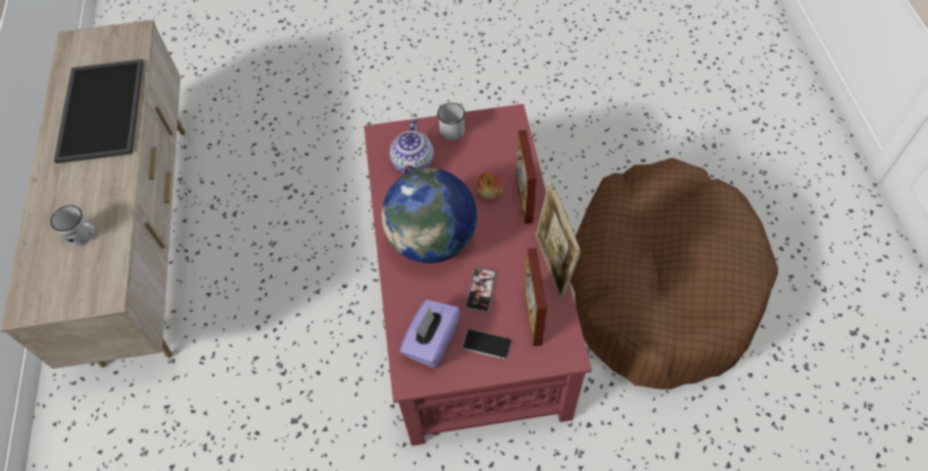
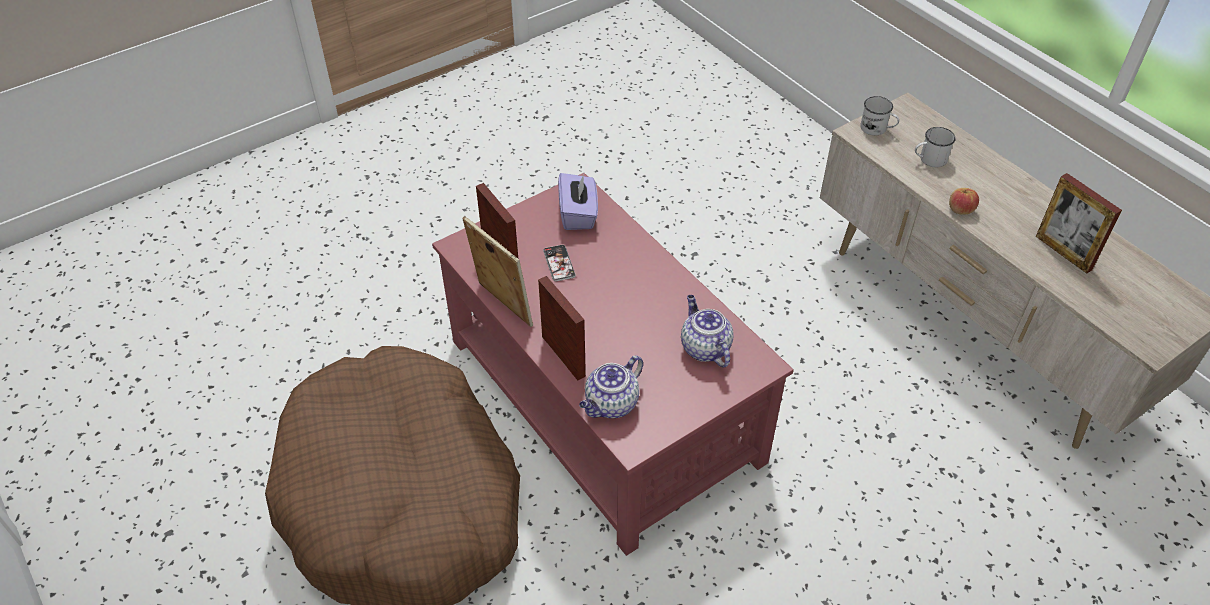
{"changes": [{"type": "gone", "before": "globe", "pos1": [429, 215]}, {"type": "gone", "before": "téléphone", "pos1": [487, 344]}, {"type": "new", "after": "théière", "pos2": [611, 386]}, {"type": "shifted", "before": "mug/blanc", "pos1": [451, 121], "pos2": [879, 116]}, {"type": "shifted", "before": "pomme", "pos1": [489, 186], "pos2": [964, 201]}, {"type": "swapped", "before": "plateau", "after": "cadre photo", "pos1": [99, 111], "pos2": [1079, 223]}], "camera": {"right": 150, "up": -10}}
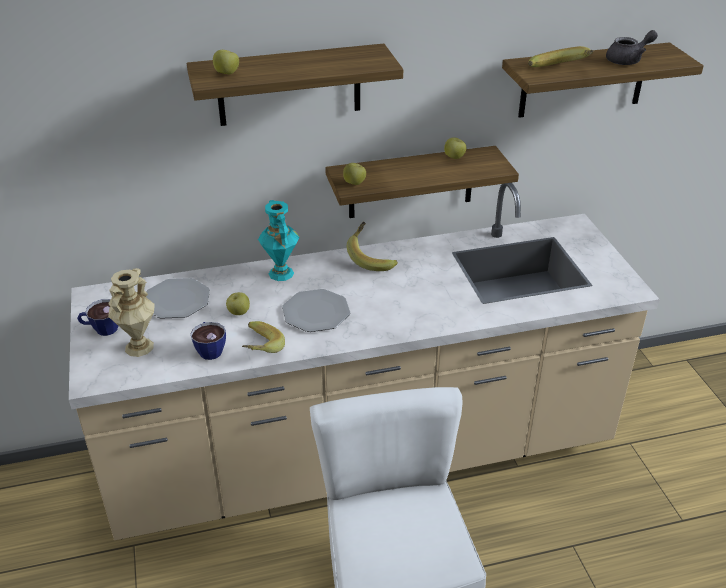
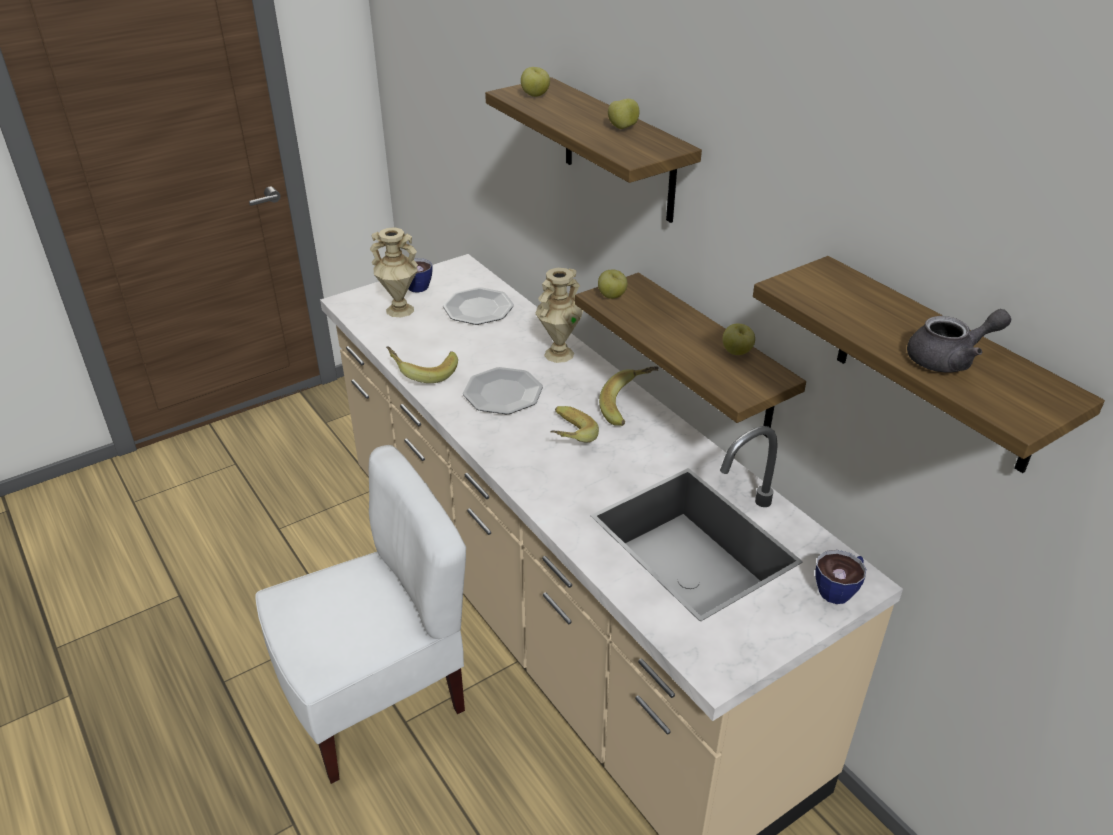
{"changes": [{"type": "shifted", "before": "tasse", "pos1": [208, 341], "pos2": [841, 577]}, {"type": "shifted", "before": "pomme", "pos1": [238, 303], "pos2": [623, 114]}, {"type": "shifted", "before": "banane", "pos1": [560, 56], "pos2": [574, 424]}, {"type": "repainted", "before": "vase/turquoise", "after": "vase/beige", "pos1": [279, 240], "pos2": [559, 315]}, {"type": "rotated", "before": "théière/gris", "pos1": [632, 47], "pos2": [959, 341], "turn": -60}], "camera": {"right": 70, "up": 0}}
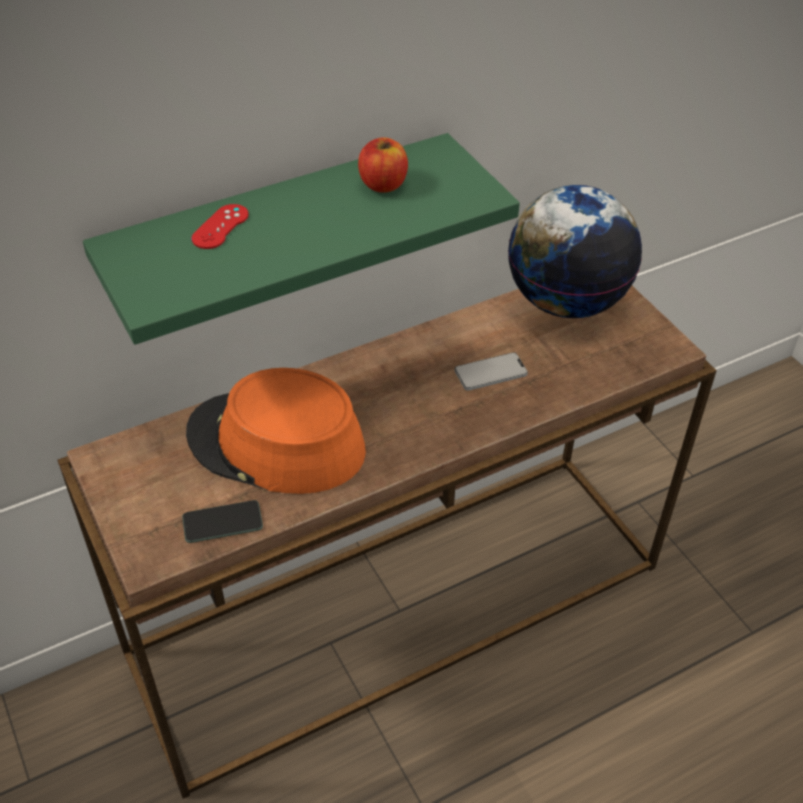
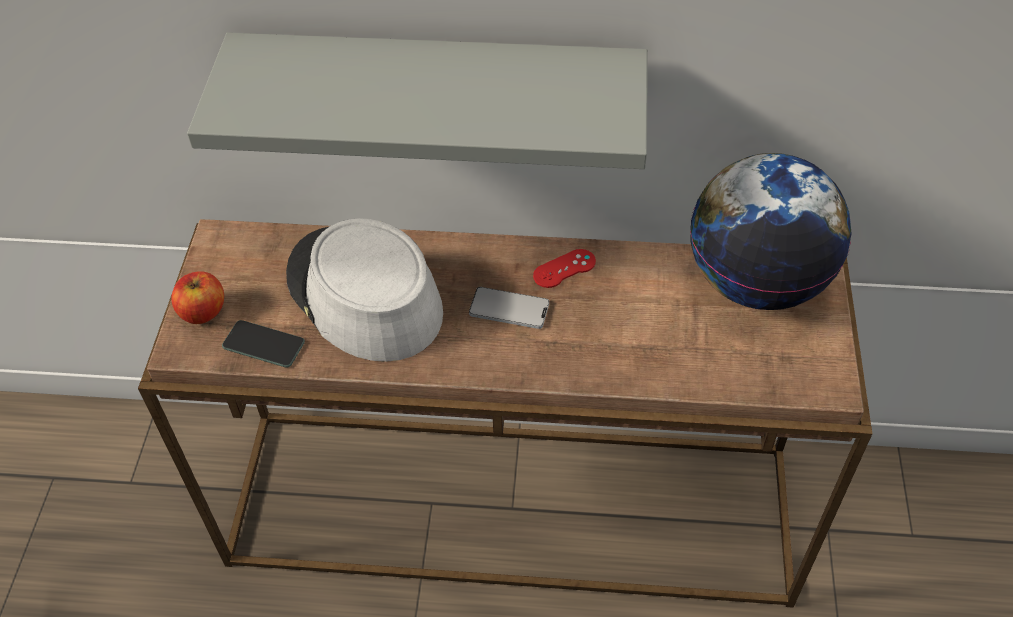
{"changes": [{"type": "shifted", "before": "manette/rouge", "pos1": [220, 226], "pos2": [564, 268]}, {"type": "shifted", "before": "pomme", "pos1": [383, 164], "pos2": [197, 297]}, {"type": "shifted", "before": "téléphone", "pos1": [491, 371], "pos2": [509, 308]}, {"type": "repainted", "before": "étagère/vert", "after": "étagère/gris", "pos1": [301, 239], "pos2": [417, 100]}, {"type": "repainted", "before": "chapeau/orange", "after": "chapeau/gris", "pos1": [276, 431], "pos2": [364, 290]}], "camera": {"right": 35, "up": 5}}
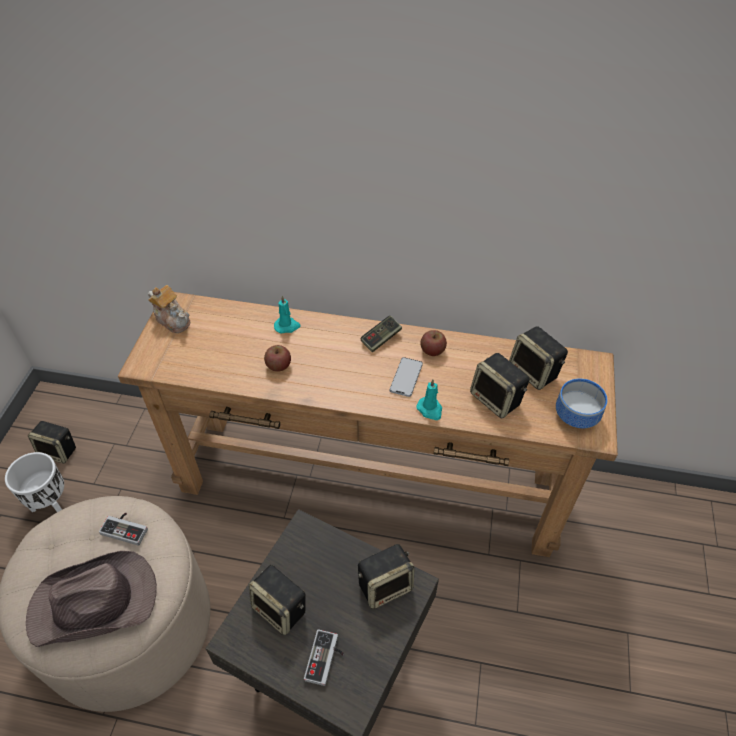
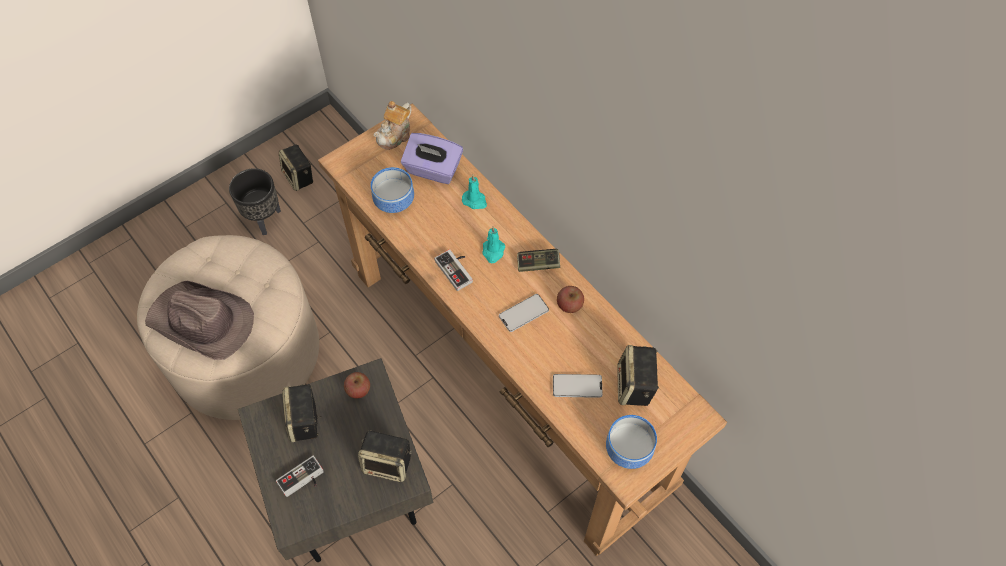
{"changes": [{"type": "new", "after": "bol", "pos2": [392, 190]}, {"type": "new", "after": "boîte à mouchoirs/violet", "pos2": [432, 158]}, {"type": "shifted", "before": "manette", "pos1": [123, 529], "pos2": [453, 270]}, {"type": "shifted", "before": "pomme", "pos1": [277, 358], "pos2": [357, 385]}, {"type": "shifted", "before": "bougie/turquoise", "pos1": [429, 399], "pos2": [494, 245]}, {"type": "swapped", "before": "enceinte", "after": "téléphone", "pos1": [500, 385], "pos2": [578, 386]}, {"type": "repainted", "before": "cache-pot/blanc", "after": "cache-pot/noir", "pos1": [34, 482], "pos2": [255, 201]}, {"type": "rotated", "before": "théière", "pos1": [169, 309], "pos2": [392, 125], "turn": 45}], "camera": {"right": 40, "up": 10}}
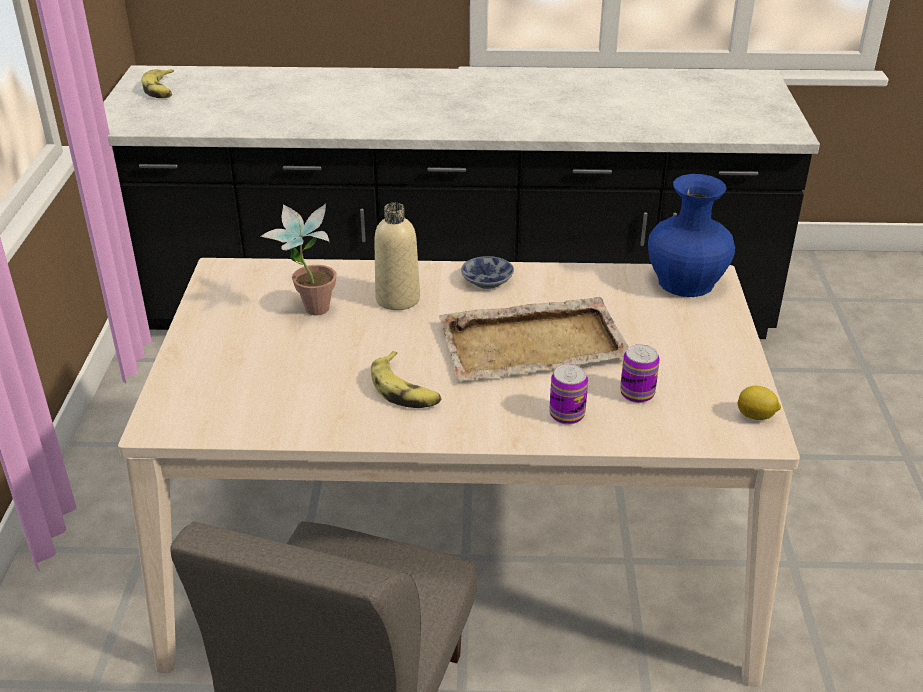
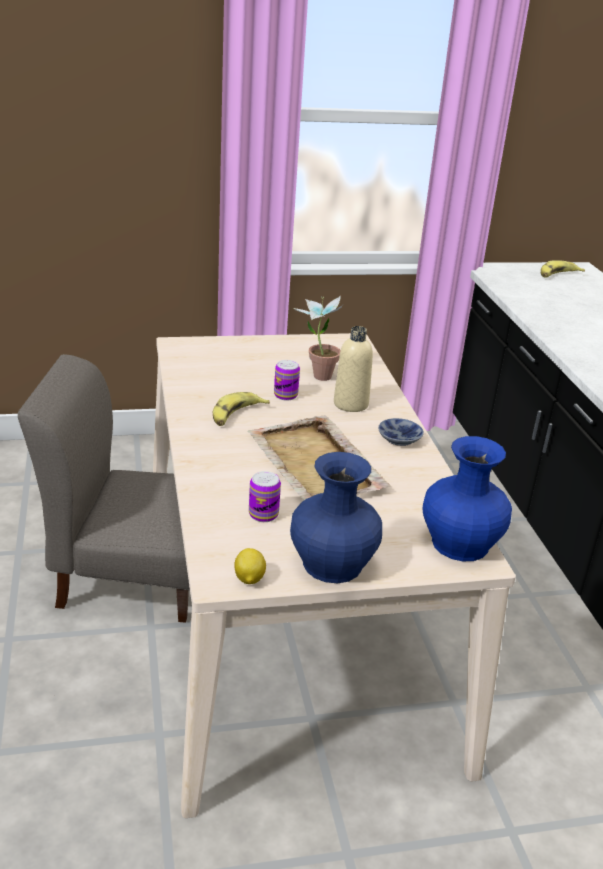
{"changes": [{"type": "new", "after": "vase/bleu", "pos2": [336, 517]}, {"type": "shifted", "before": "boîte métallique", "pos1": [568, 394], "pos2": [287, 380]}], "camera": {"right": 75, "up": -5}}
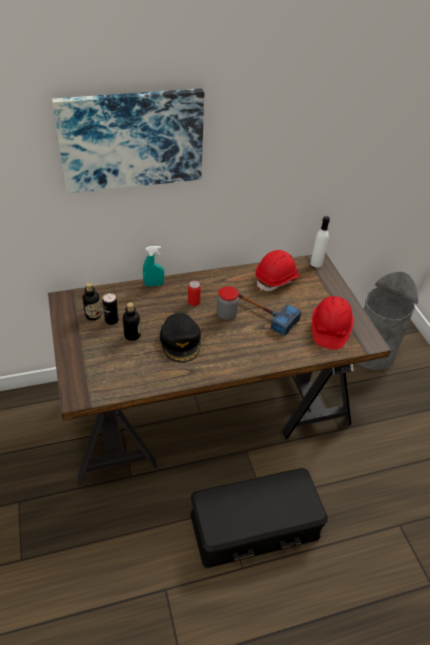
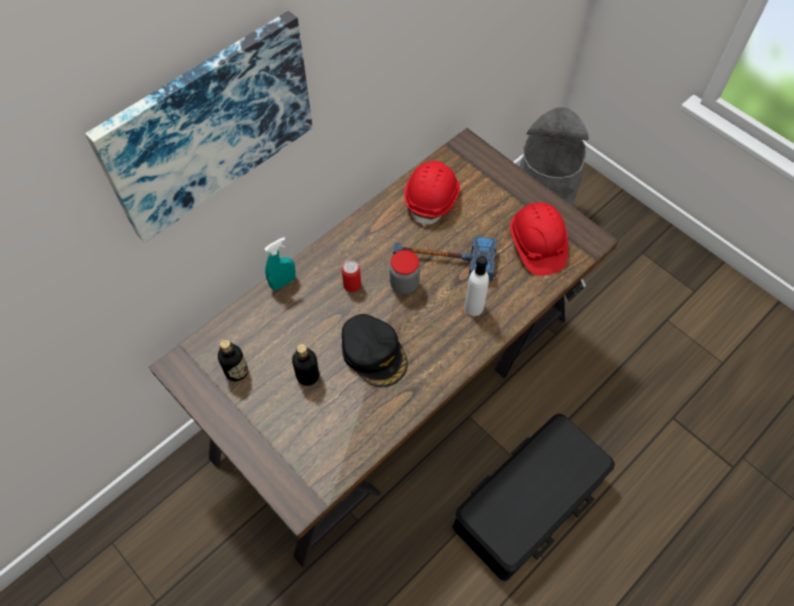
{"changes": [{"type": "gone", "before": "boîte métallique", "pos1": [111, 309]}, {"type": "shifted", "before": "bouteille/blanc", "pos1": [320, 241], "pos2": [476, 286]}], "camera": {"right": -25, "up": 15}}
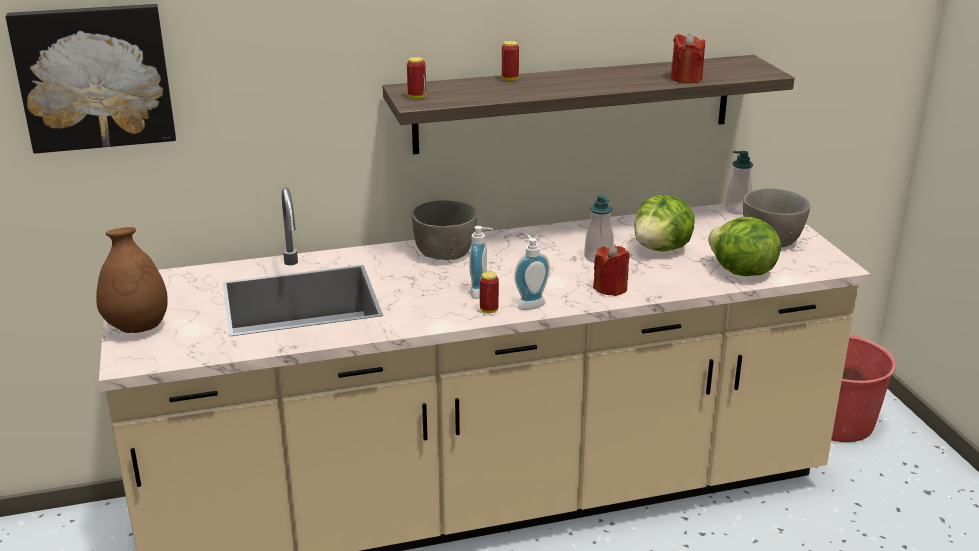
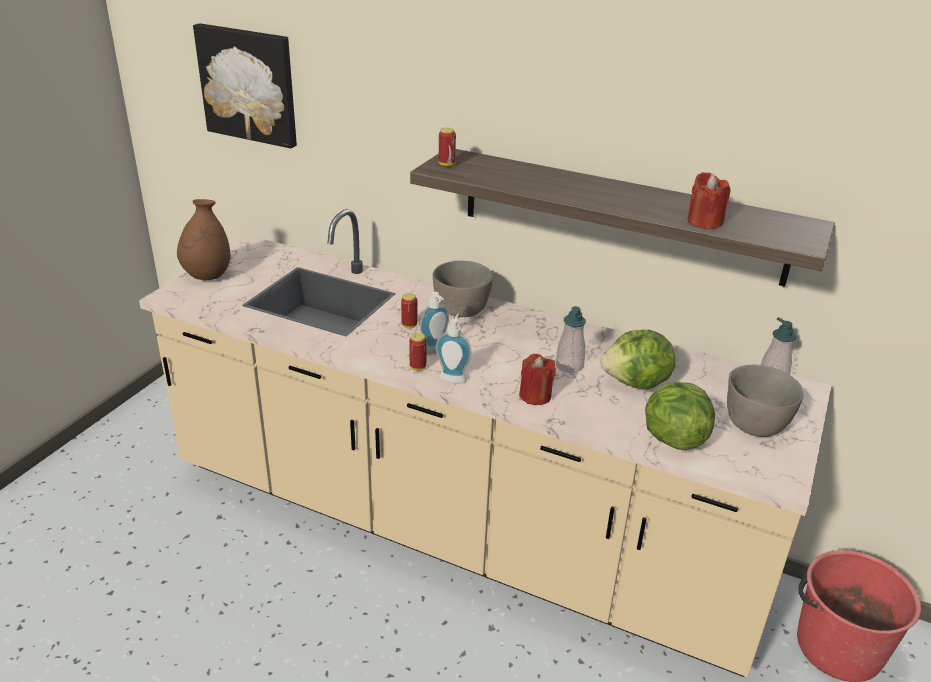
{"changes": [{"type": "shifted", "before": "boîte métallique", "pos1": [510, 61], "pos2": [409, 310]}], "camera": {"right": 40, "up": 5}}
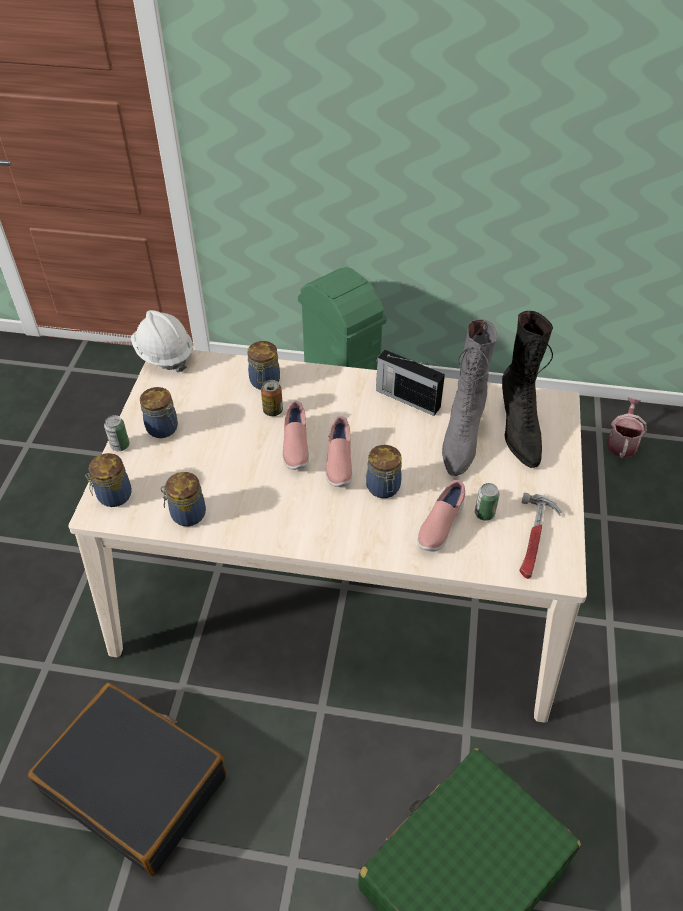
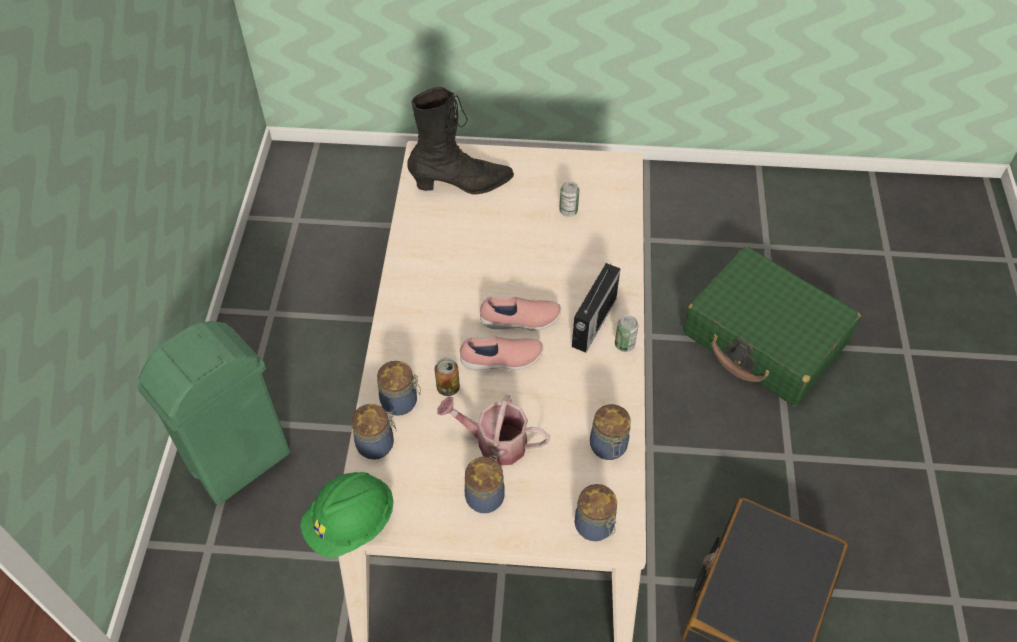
{"changes": [{"type": "gone", "before": "chaussure/rose", "pos1": [441, 516]}, {"type": "gone", "before": "botte/gris", "pos1": [470, 397]}, {"type": "gone", "before": "marteau", "pos1": [541, 535]}, {"type": "shifted", "before": "boîte métallique", "pos1": [117, 433], "pos2": [626, 333]}, {"type": "shifted", "before": "bocal", "pos1": [384, 471], "pos2": [374, 432]}, {"type": "shifted", "before": "radio", "pos1": [410, 383], "pos2": [596, 308]}, {"type": "shifted", "before": "arrosoir", "pos1": [626, 427], "pos2": [493, 430]}, {"type": "repainted", "before": "casque de chantier/blanc", "after": "casque de chantier/vert", "pos1": [162, 341], "pos2": [347, 515]}], "camera": {"right": -95, "up": 5}}
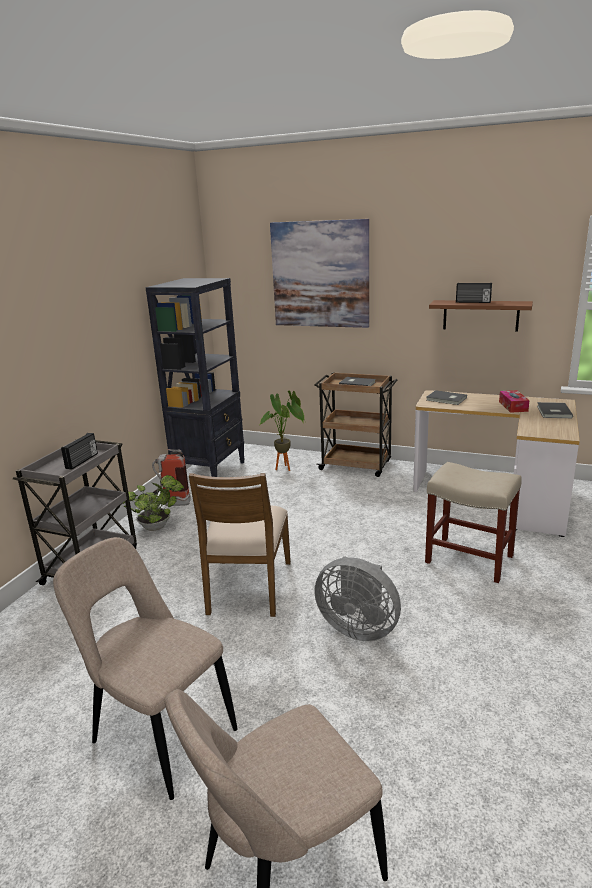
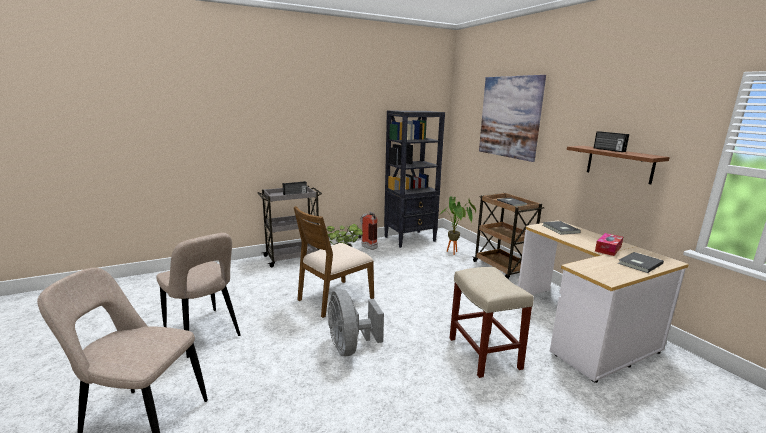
{"changes": [{"type": "rotated", "before": "chaise/beige", "pos1": [145, 668], "pos2": [198, 295], "turn": 150}], "camera": {"right": 40, "up": -5}}
